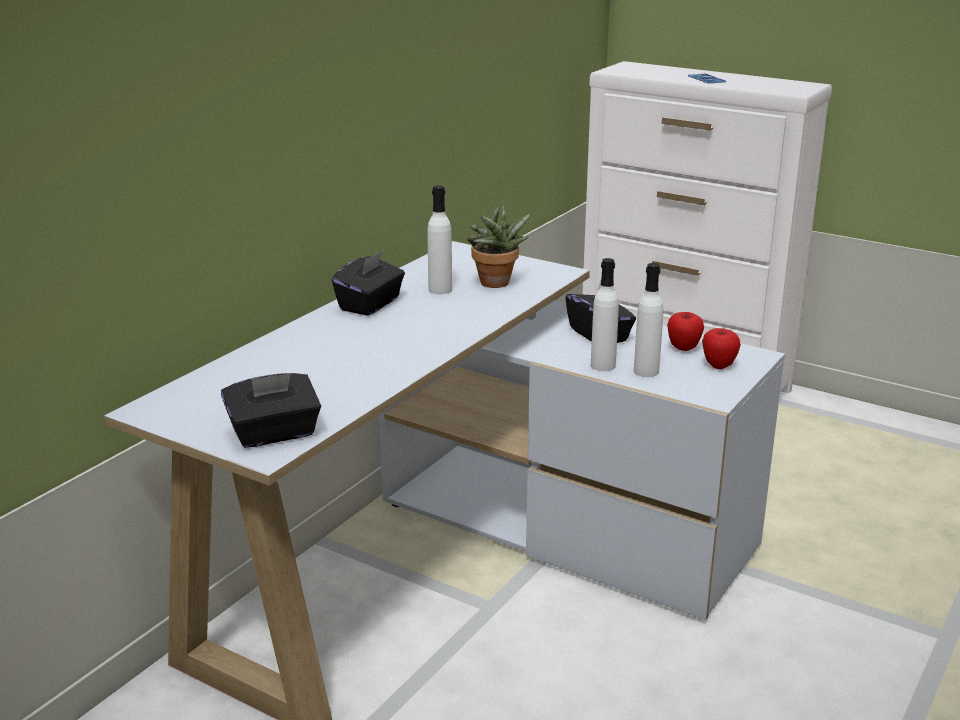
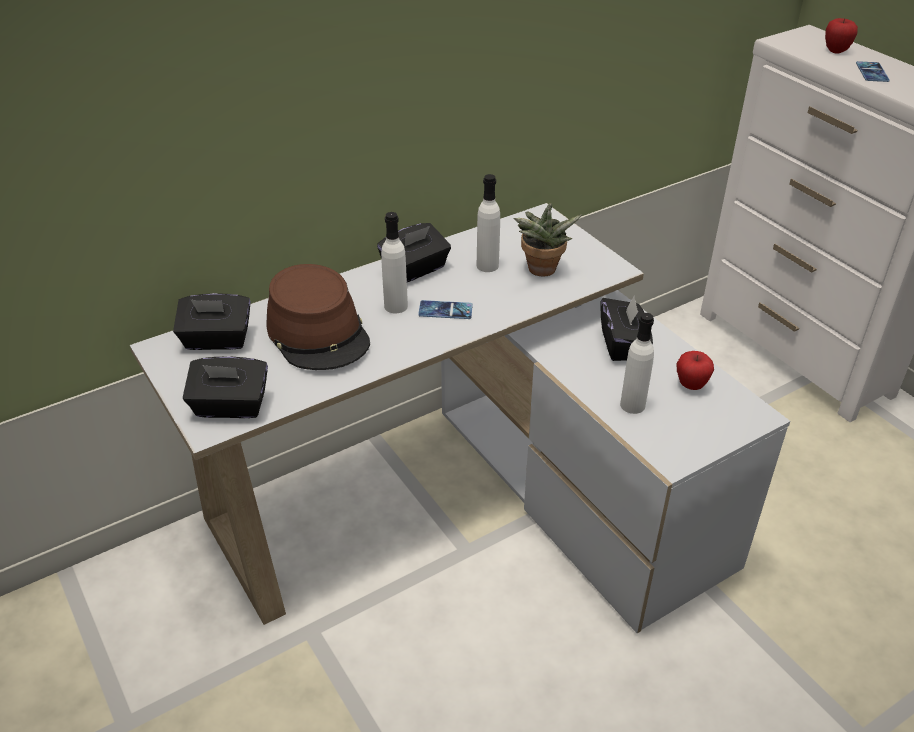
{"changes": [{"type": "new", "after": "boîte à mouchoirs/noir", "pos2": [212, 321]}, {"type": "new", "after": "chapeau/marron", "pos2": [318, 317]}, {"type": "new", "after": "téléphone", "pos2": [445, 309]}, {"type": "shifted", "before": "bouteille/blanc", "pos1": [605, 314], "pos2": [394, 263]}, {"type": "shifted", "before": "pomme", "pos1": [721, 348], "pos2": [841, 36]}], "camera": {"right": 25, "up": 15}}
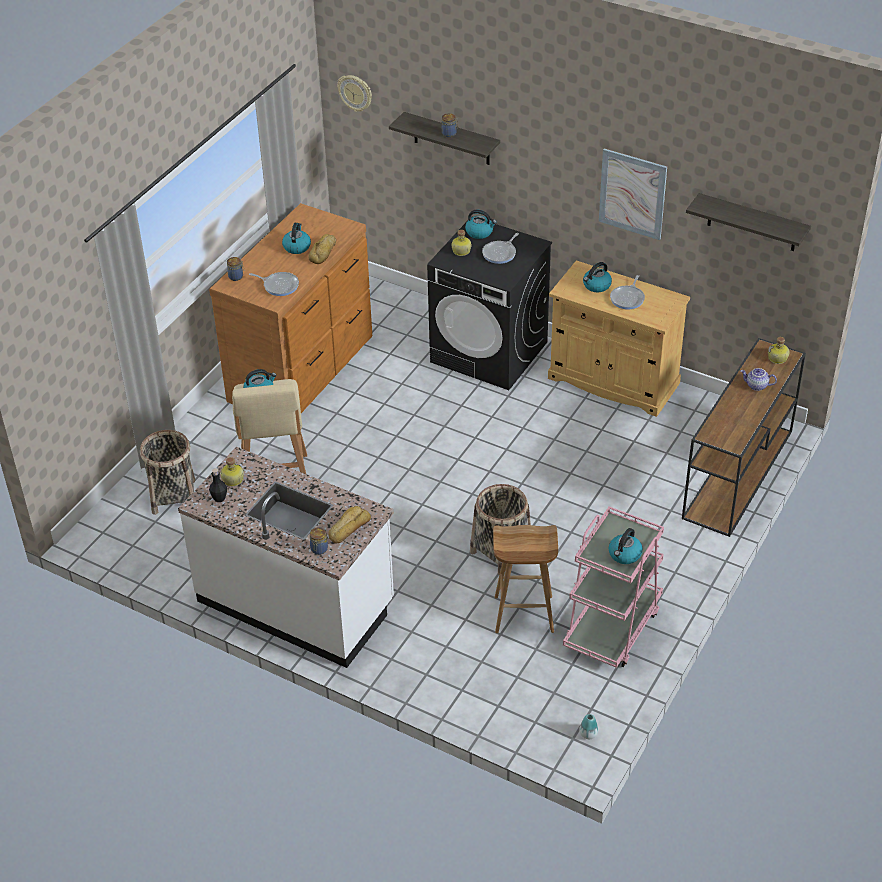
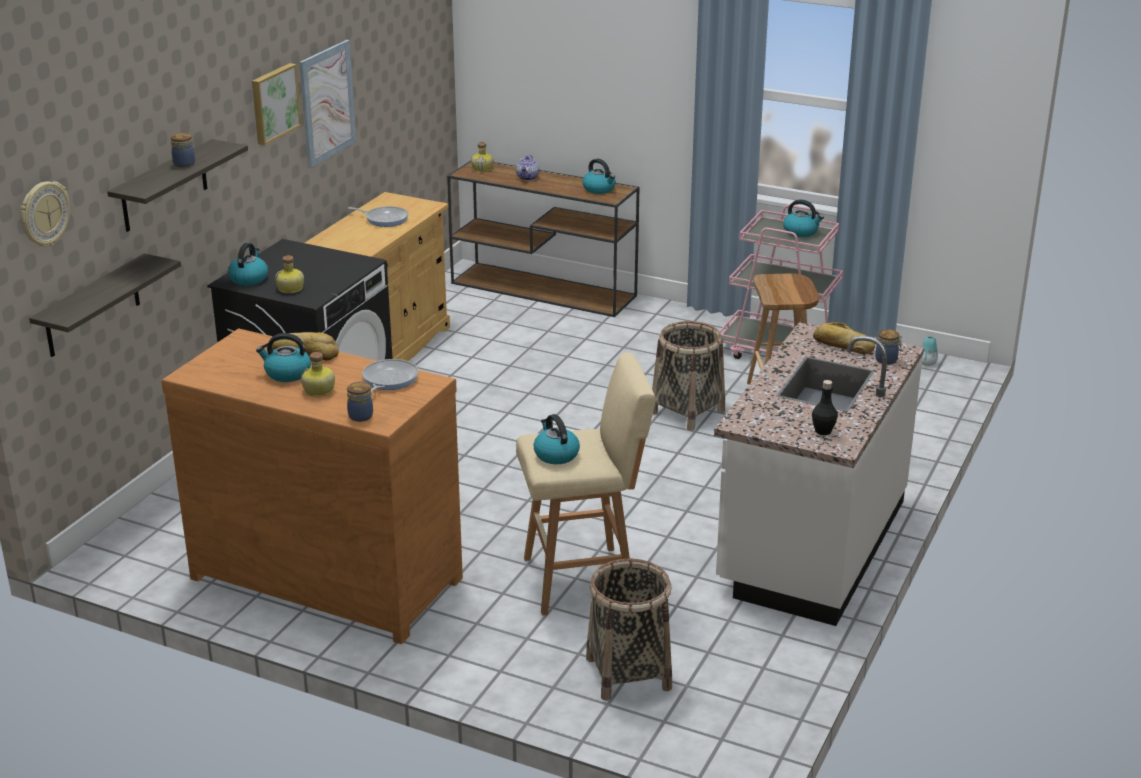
{"changes": [{"type": "gone", "before": "poêle", "pos1": [500, 248]}, {"type": "new", "after": "tableau", "pos2": [276, 104]}, {"type": "shifted", "before": "bouteille", "pos1": [232, 471], "pos2": [318, 374]}, {"type": "shifted", "before": "bouilloire", "pos1": [597, 277], "pos2": [599, 176]}, {"type": "shifted", "before": "étagère", "pos1": [748, 222], "pos2": [105, 305]}], "camera": {"right": -95, "up": -15}}
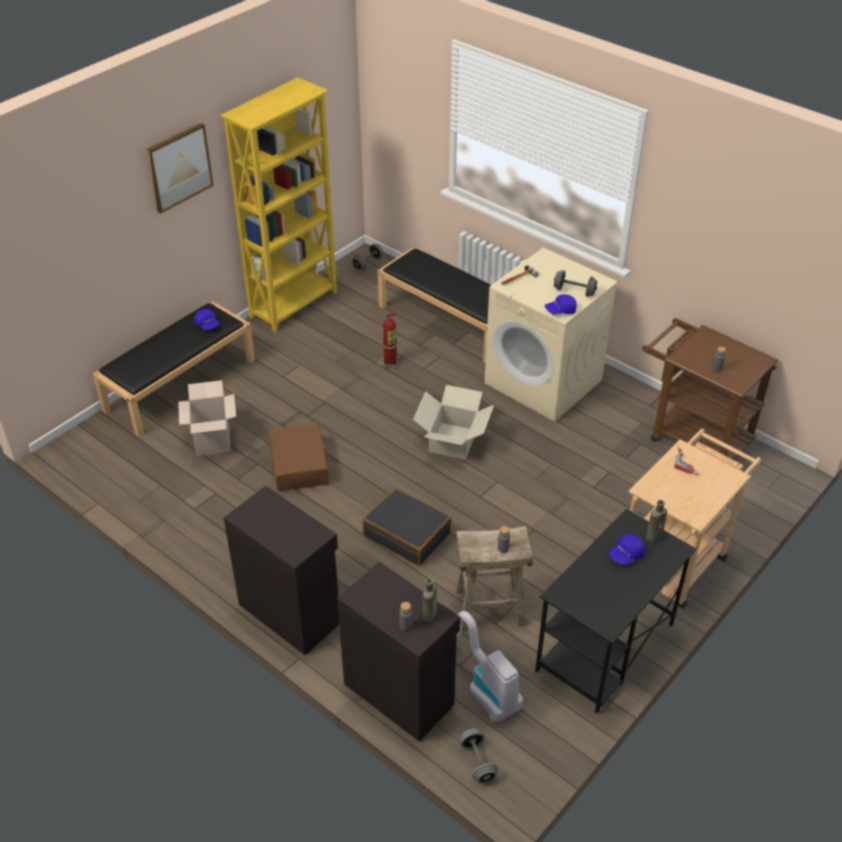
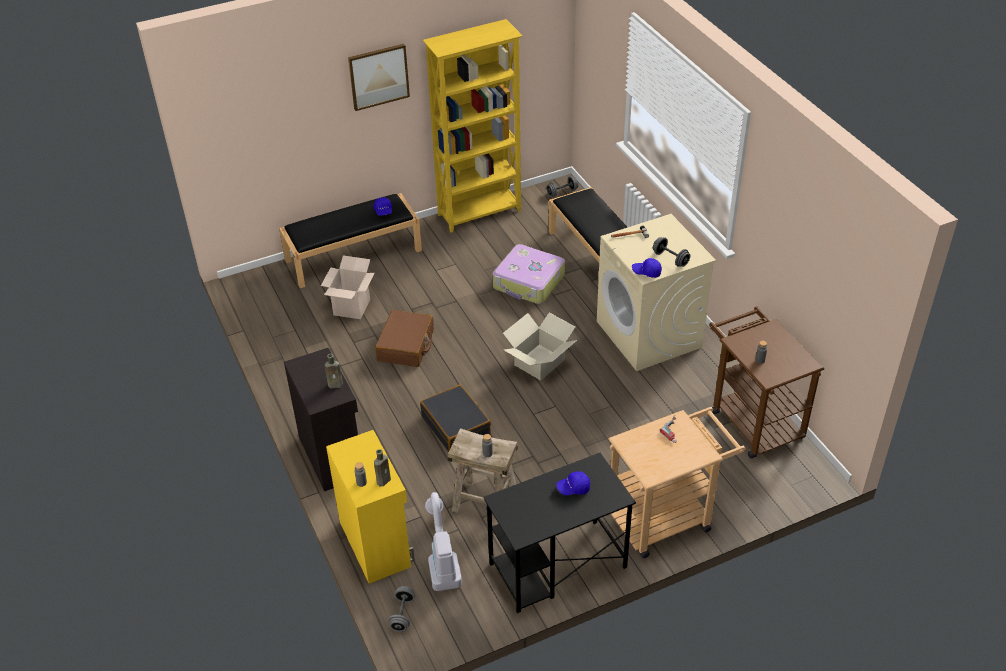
{"changes": [{"type": "shifted", "before": "bouteille/marron", "pos1": [656, 521], "pos2": [334, 371]}, {"type": "swapped", "before": "extincteur", "after": "valise", "pos1": [390, 339], "pos2": [529, 274]}, {"type": "repainted", "before": "meuble de rangement/noir", "after": "meuble de rangement/jaune", "pos1": [398, 651], "pos2": [370, 506]}], "camera": {"right": 25, "up": 0}}
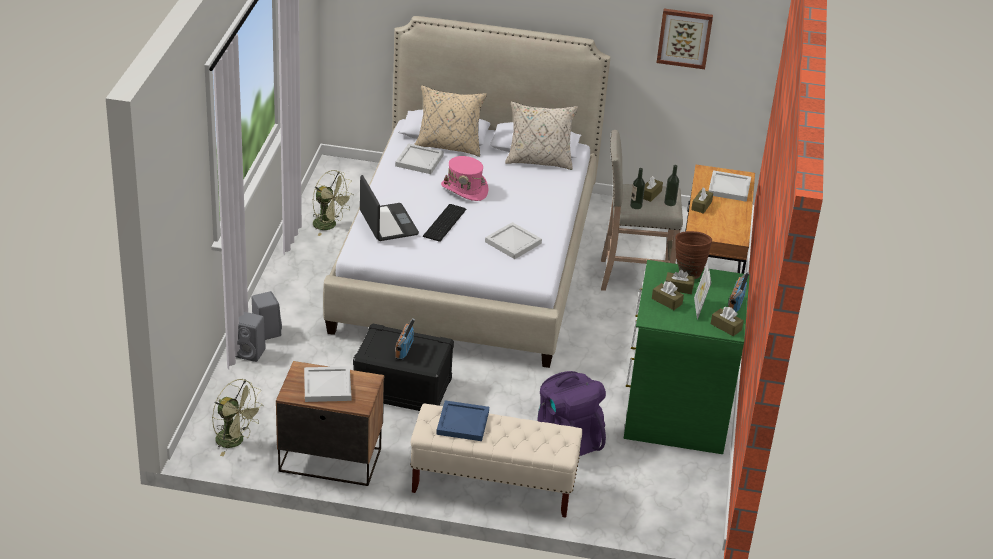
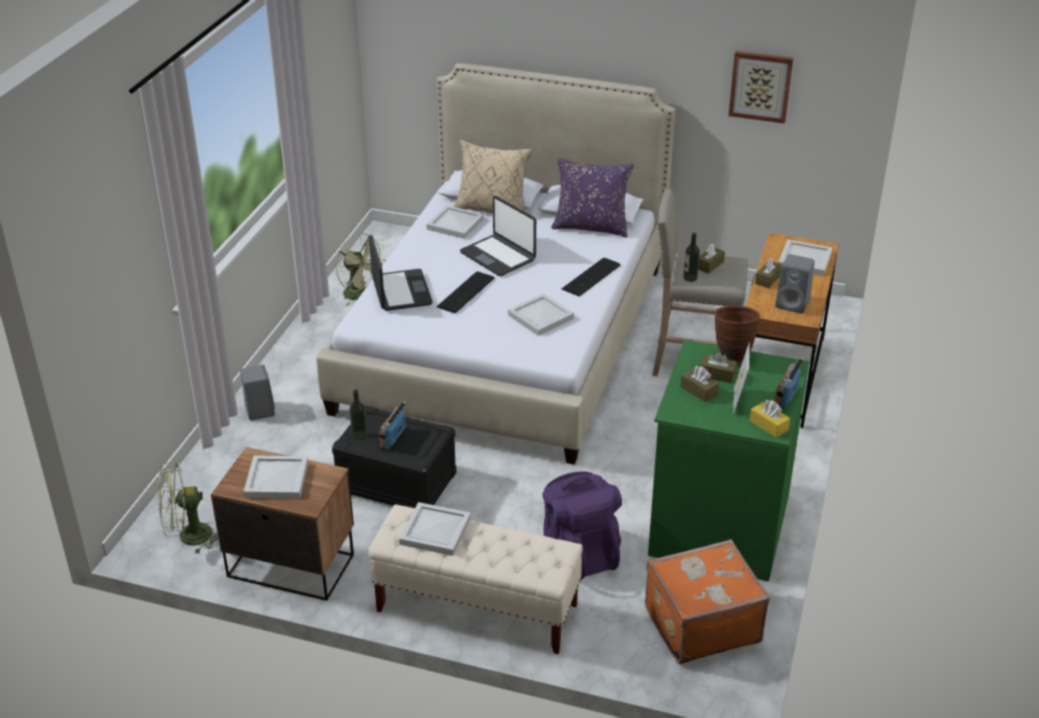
{"changes": [{"type": "new", "after": "clavier", "pos2": [591, 277]}, {"type": "new", "after": "valise/orange", "pos2": [707, 601]}, {"type": "shifted", "before": "enceinte/gris", "pos1": [250, 337], "pos2": [795, 284]}, {"type": "shifted", "before": "bouteille", "pos1": [671, 185], "pos2": [358, 415]}, {"type": "swapped", "before": "chapeau/rose", "after": "ordinateur portable", "pos1": [464, 178], "pos2": [498, 236]}, {"type": "repainted", "before": "plateau/bleu", "after": "plateau/blanc", "pos1": [462, 420], "pos2": [435, 529]}, {"type": "repainted", "before": "coussin/beige", "after": "coussin/violet", "pos1": [541, 136], "pos2": [592, 197]}, {"type": "repainted", "before": "boîte à mouchoirs/marron", "after": "boîte à mouchoirs/jaune", "pos1": [727, 321], "pos2": [769, 419]}, {"type": "rotated", "before": "ventilateur/vert", "pos1": [238, 417], "pos2": [188, 508], "turn": 120}], "camera": {"right": 10, "up": 0}}
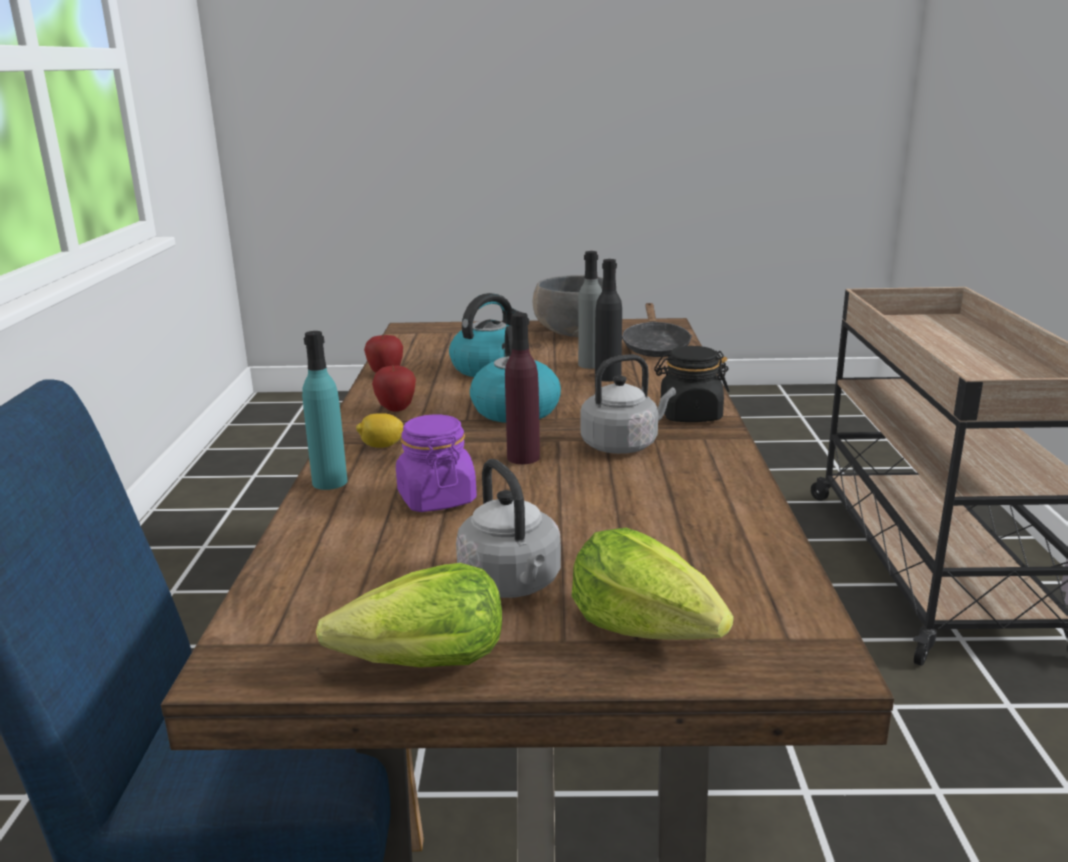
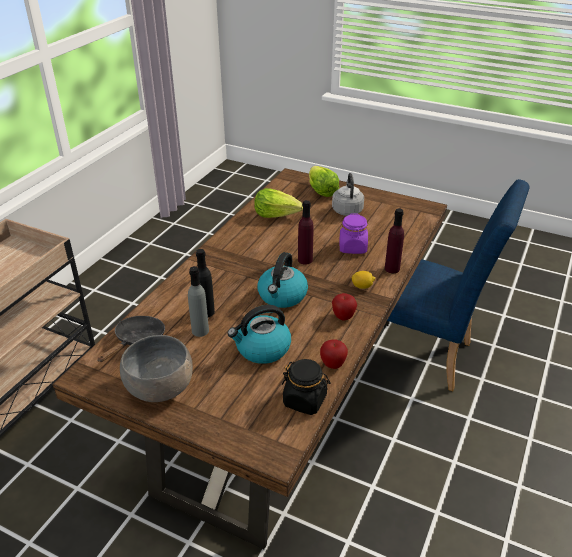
{"changes": [{"type": "gone", "before": "bouilloire/gris", "pos1": [628, 404]}, {"type": "shifted", "before": "laitue", "pos1": [409, 615], "pos2": [278, 203]}, {"type": "shifted", "before": "bocal/noir", "pos1": [691, 384], "pos2": [306, 387]}, {"type": "repainted", "before": "bouteille/turquoise", "after": "bouteille/violet", "pos1": [324, 410], "pos2": [394, 240]}], "camera": {"right": -155, "up": 15}}
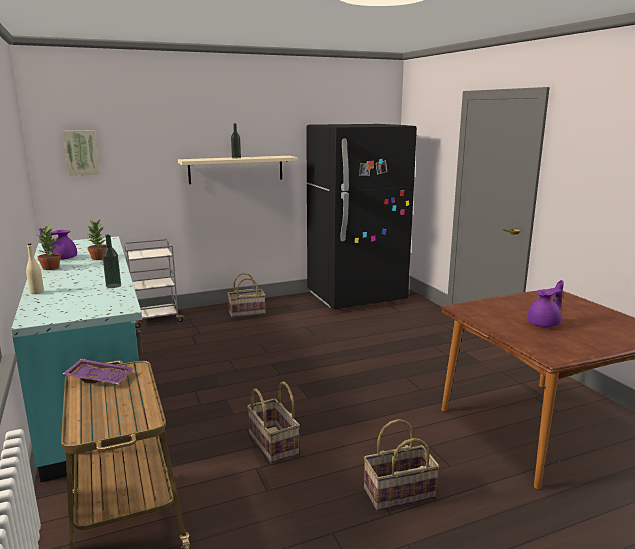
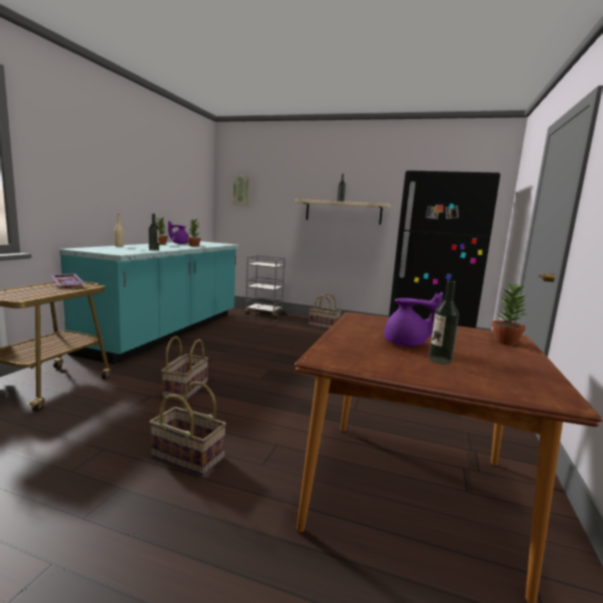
{"changes": [{"type": "new", "after": "bouteille", "pos2": [444, 322]}, {"type": "new", "after": "plante en pot", "pos2": [509, 313]}], "camera": {"right": 40, "up": -5}}
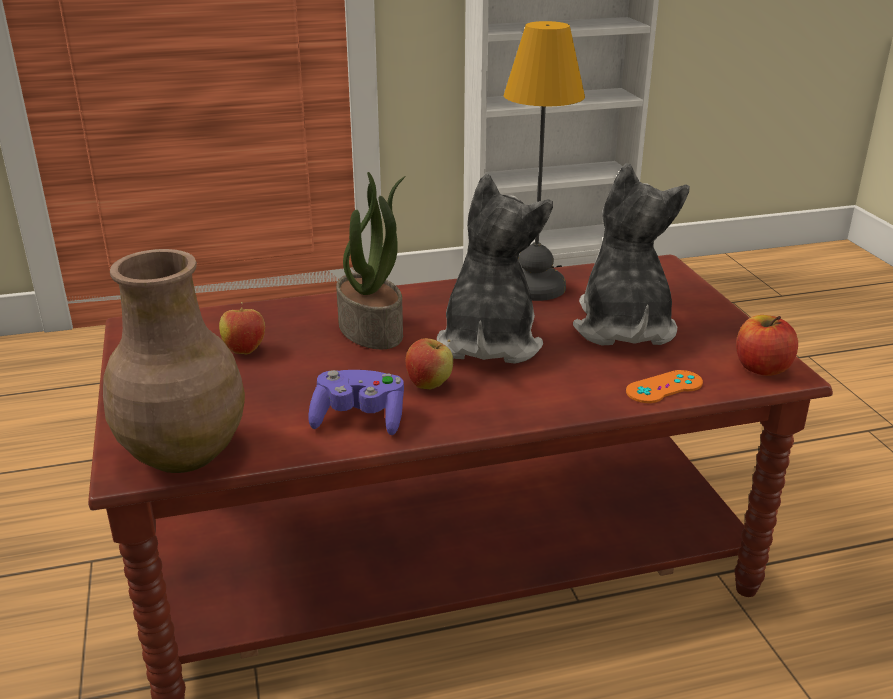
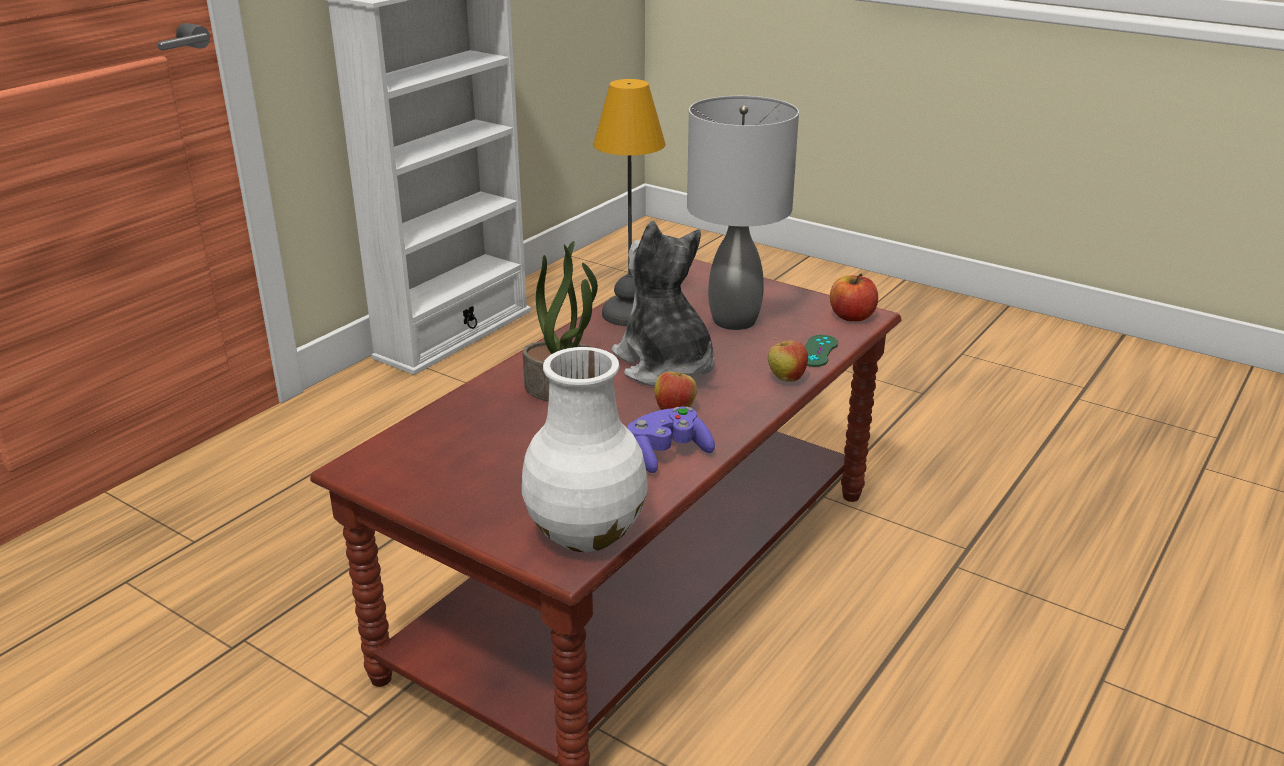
{"changes": [{"type": "shifted", "before": "pomme", "pos1": [242, 328], "pos2": [788, 360]}, {"type": "swapped", "before": "peluche", "after": "lampe de table/gris", "pos1": [631, 254], "pos2": [743, 213]}, {"type": "repainted", "before": "vase/marron", "after": "vase/blanc", "pos1": [174, 361], "pos2": [585, 449]}, {"type": "repainted", "before": "manette/orange", "after": "manette/vert", "pos1": [664, 386], "pos2": [821, 351]}], "camera": {"right": -40, "up": 0}}
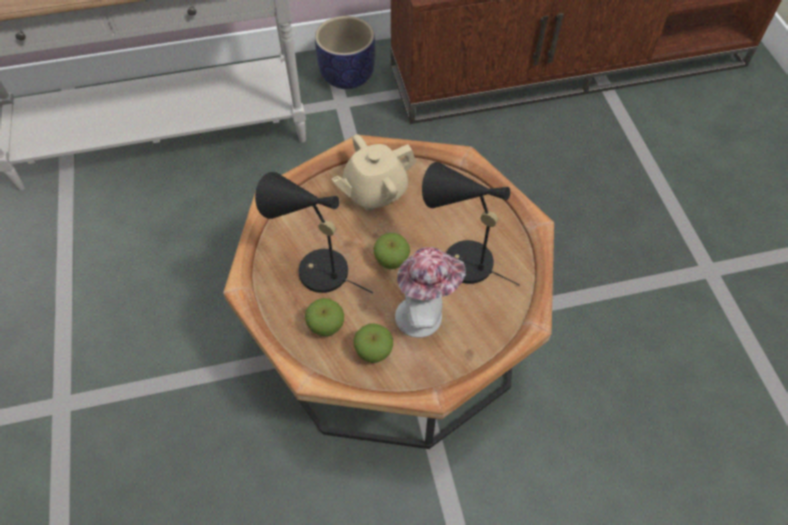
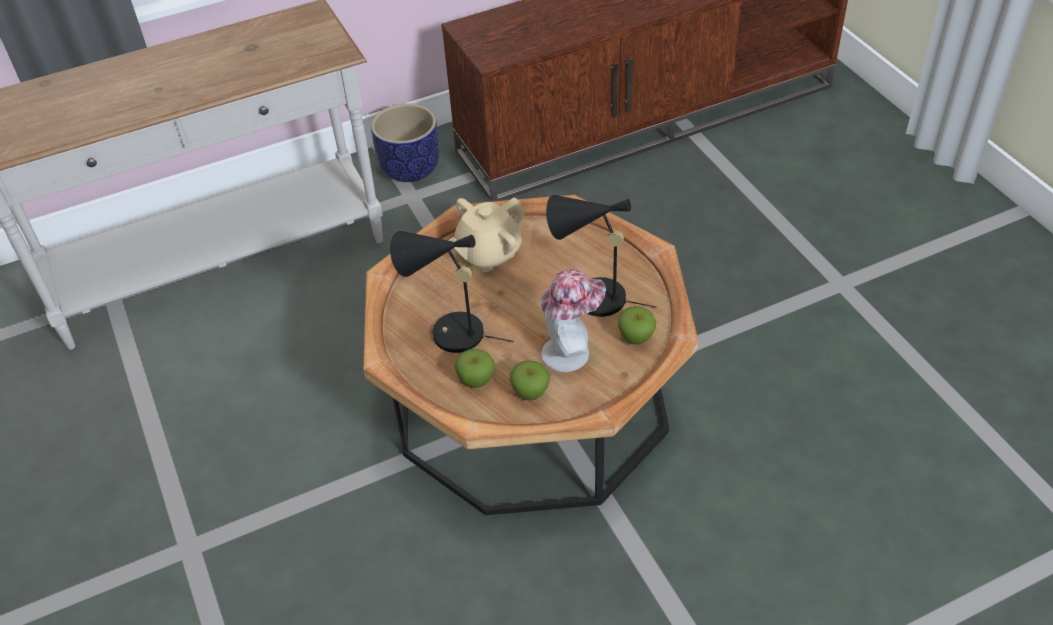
{"changes": [{"type": "shifted", "before": "pomme", "pos1": [391, 251], "pos2": [637, 325]}], "camera": {"right": -10, "up": -10}}
